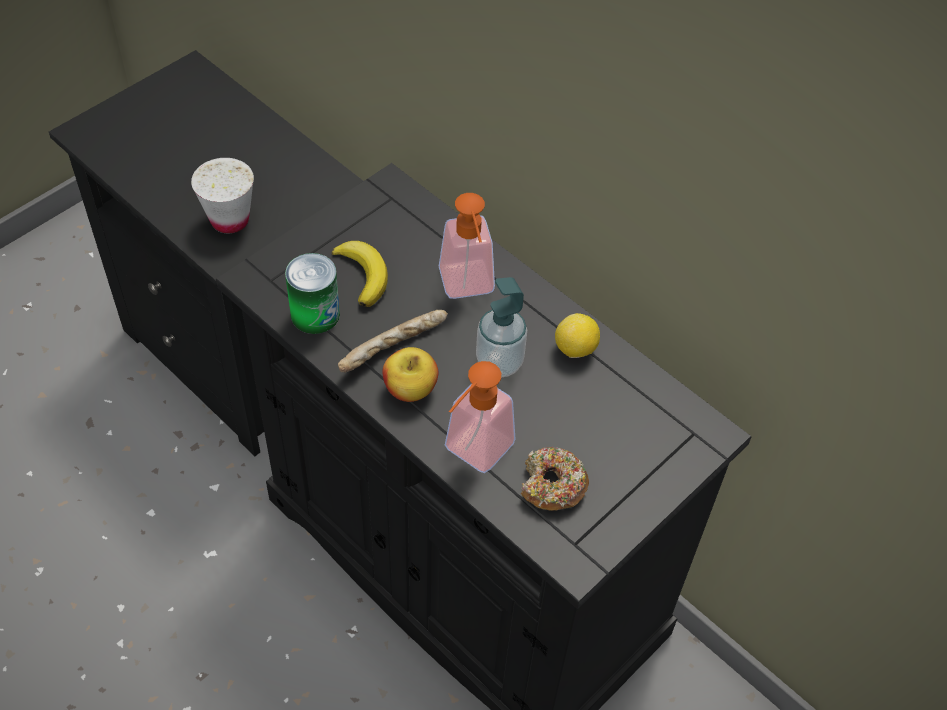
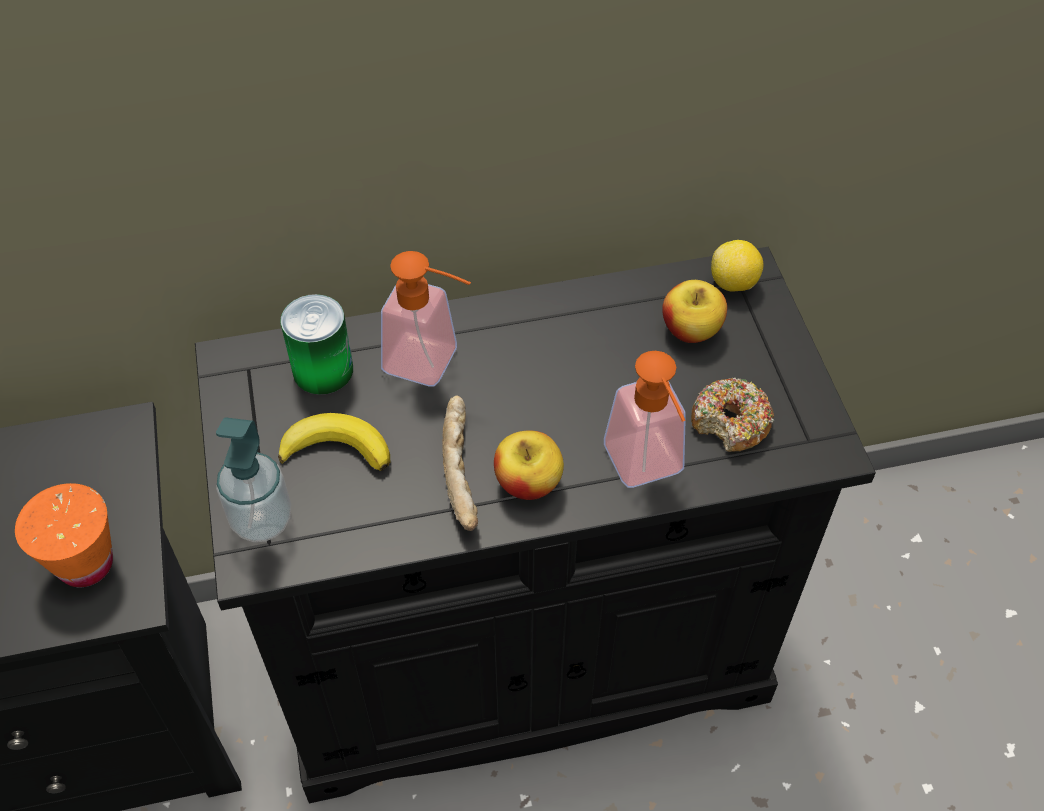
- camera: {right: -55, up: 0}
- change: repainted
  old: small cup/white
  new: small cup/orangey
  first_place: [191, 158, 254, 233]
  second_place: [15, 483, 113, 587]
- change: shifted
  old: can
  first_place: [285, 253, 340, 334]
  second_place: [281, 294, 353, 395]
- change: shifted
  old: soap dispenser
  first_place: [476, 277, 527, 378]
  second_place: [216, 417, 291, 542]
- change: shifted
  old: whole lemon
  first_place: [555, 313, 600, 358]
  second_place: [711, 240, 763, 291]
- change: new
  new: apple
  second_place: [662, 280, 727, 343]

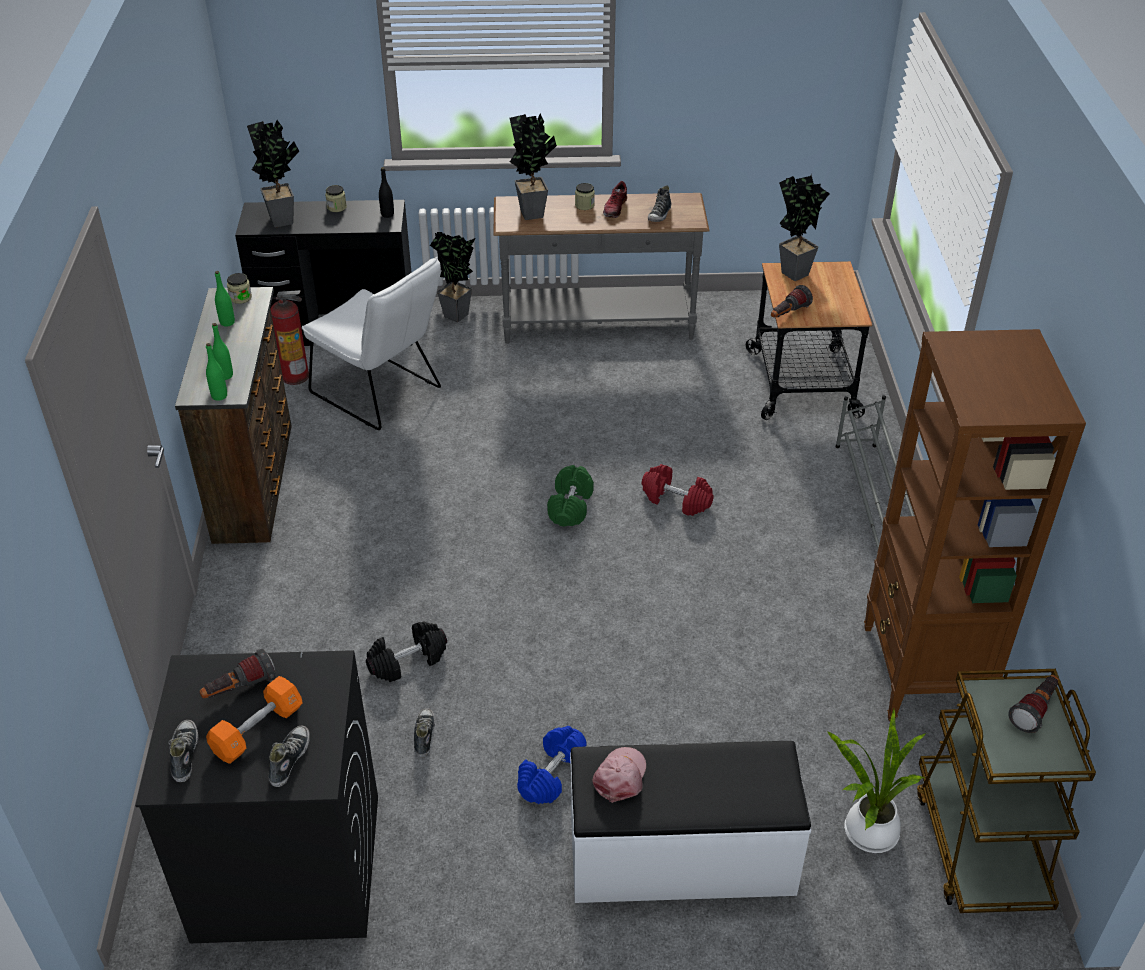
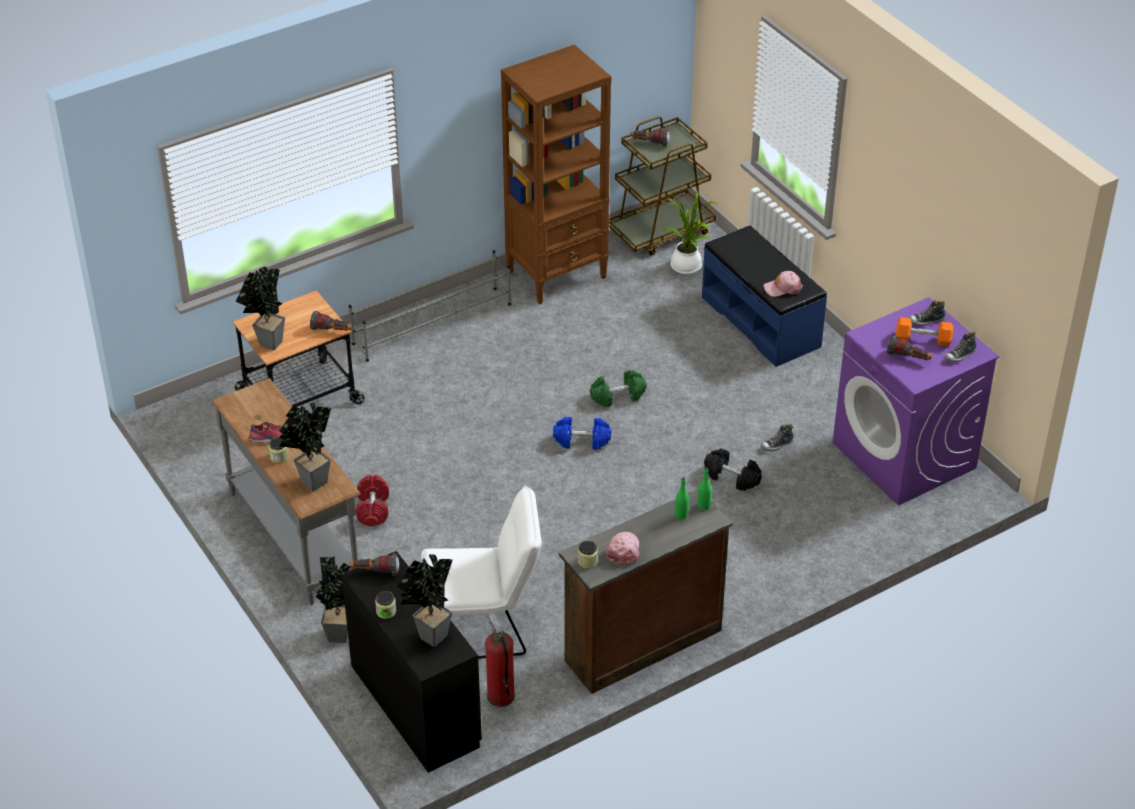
- camera: {right: -120, up: 0}
- change: repainted
  old: laundry appliance/black-coloured
  new: laundry appliance/purple
  first_place: [135, 650, 378, 943]
  second_place: [833, 297, 999, 506]
- change: swapped
  old: beverage bottle/green
  new: peaked cap/pink-coloured
  first_place: [215, 271, 235, 327]
  second_place: [606, 532, 640, 566]
- change: rotated
  old: chair/white
  first_place: [302, 256, 441, 430]
  second_place: [421, 486, 542, 659]
  degrees: 75
- change: swapped
  old: beverage bottle/black-coloured
  new: hand torch
  first_place: [379, 167, 394, 218]
  second_place: [350, 553, 399, 576]
- change: shifted
  old: hand weight/blue
  first_place: [517, 726, 586, 804]
  second_place: [553, 417, 611, 450]
- change: shifted
  old: hand weight/green
  first_place: [547, 465, 594, 526]
  second_place: [590, 370, 647, 407]
- change: repainted
  old: long seat/white
  new: long seat/blue
  first_place: [570, 741, 811, 903]
  second_place: [702, 225, 827, 367]
- change: shifted
  old: hand weight/red-coloured
  first_place: [642, 464, 714, 516]
  second_place: [356, 475, 389, 526]
- change: gone
  old: low shoe
  first_place: [648, 185, 672, 222]

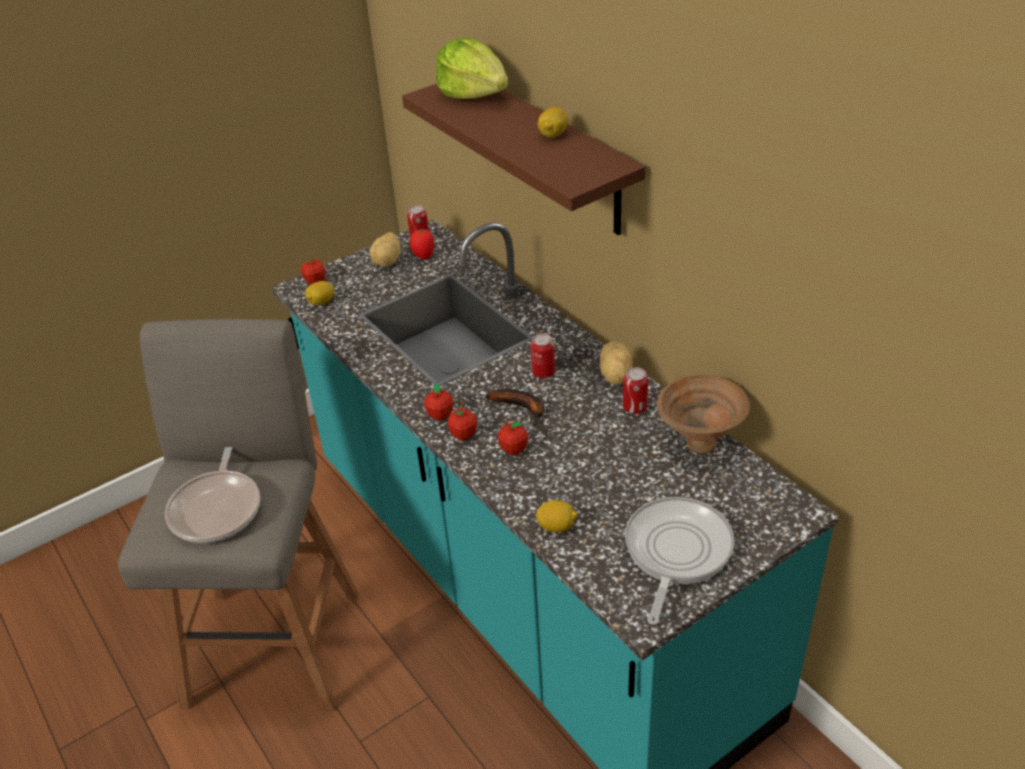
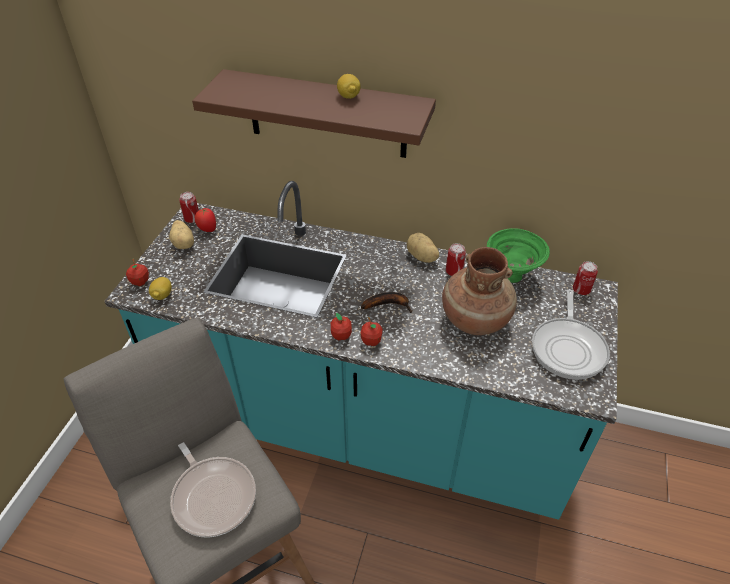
- camera: {right: -40, up: 5}
- change: gone
  old: lettuce
  first_place: [436, 37, 508, 99]
- change: gone
  old: apple
  first_place: [498, 420, 528, 455]
- change: shifted
  old: can
  first_place: [531, 333, 555, 378]
  second_place: [573, 261, 598, 295]
- change: gone
  old: whole lemon
  first_place: [536, 500, 578, 533]
- change: rotated
  old: pan
  first_place: [625, 497, 734, 625]
  second_place: [532, 290, 610, 380]
  degrees: -150
- change: repainted
  old: serving bowl/brown-coloured
  new: serving bowl/green
  first_place: [657, 374, 750, 454]
  second_place: [487, 228, 550, 283]
- change: new
  new: decorative vase/brown-coloured
  second_place: [442, 247, 517, 335]

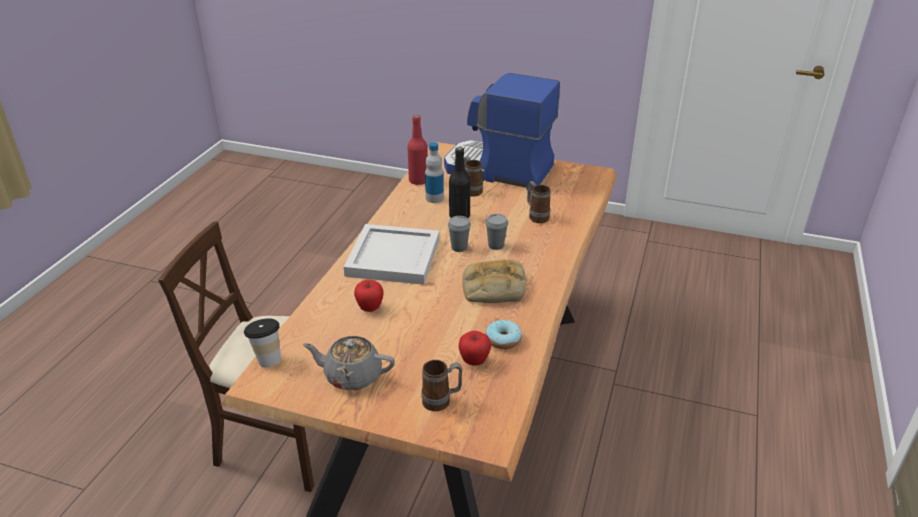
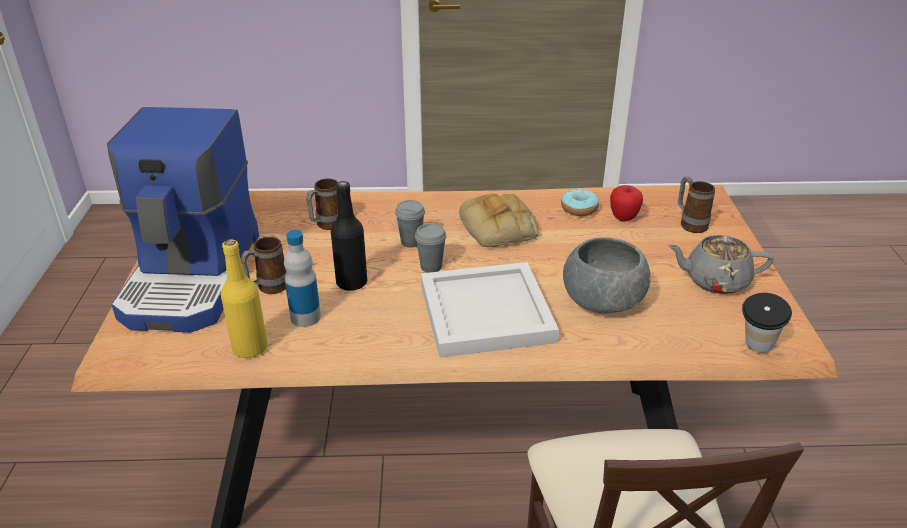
- camera: {right: -110, up: 0}
- change: rotated
  old: teapot/grey
  first_place: [303, 336, 395, 390]
  second_place: [667, 235, 774, 294]
  degrees: 105
- change: swapped
  old: apple
  new: serving bowl/grey
  first_place: [354, 280, 383, 312]
  second_place: [563, 237, 651, 313]
- change: repainted
  old: beverage bottle/red-coloured
  new: beverage bottle/yellow
  first_place: [407, 115, 428, 185]
  second_place: [221, 240, 268, 358]

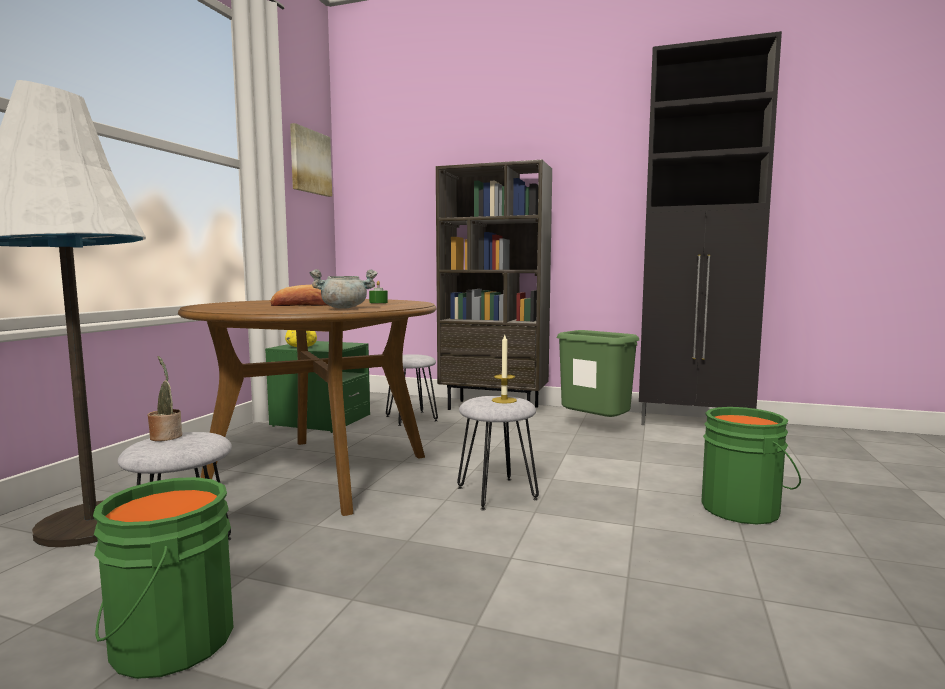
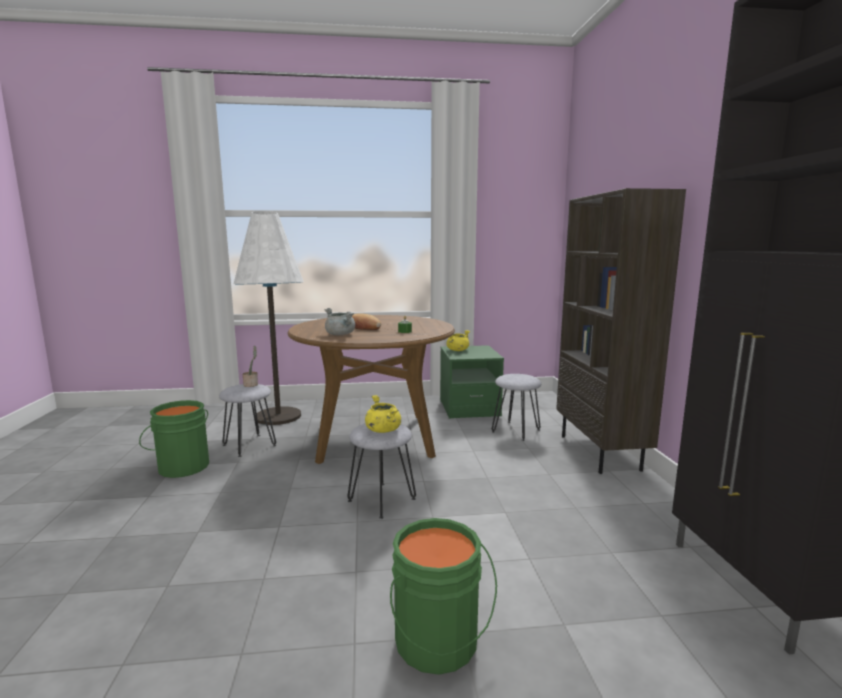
- camera: {right: 65, up: 5}
- change: gone
  old: wall art
  first_place: [290, 123, 332, 197]
- change: swapped
  old: wax light
  new: saucepot/yellow
  first_place: [492, 335, 517, 403]
  second_place: [365, 395, 401, 433]
- change: gone
  old: rubbish bin/green
  first_place: [557, 330, 639, 417]

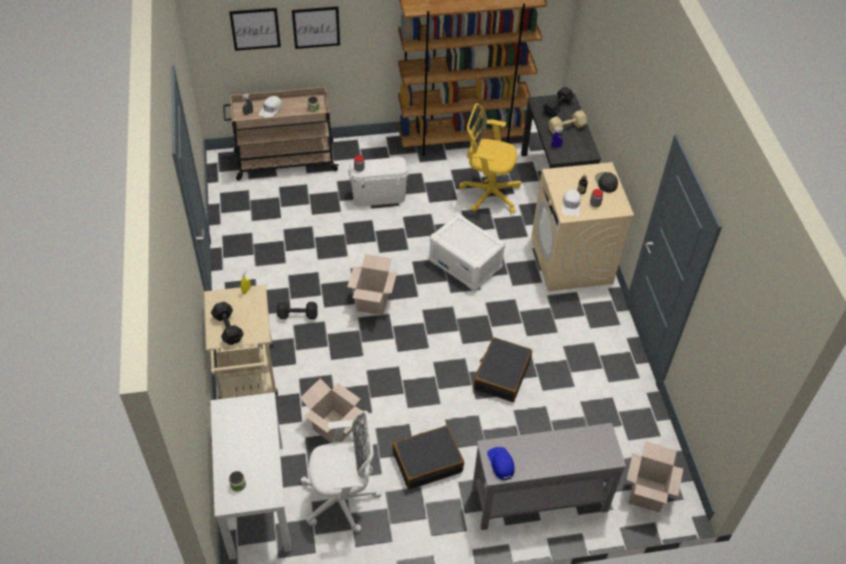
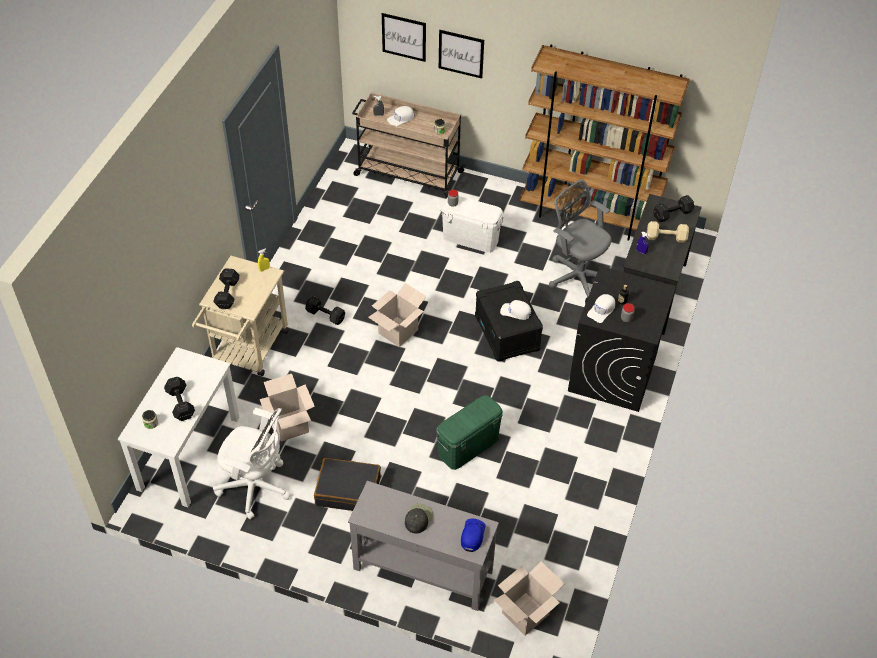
- camera: {right: 30, up: 0}
- change: repainted
  old: storage bin/white
  new: storage bin/black-coloured
  first_place: [429, 213, 505, 291]
  second_place: [475, 281, 543, 362]
- change: repainted
  old: office chair/yellow
  new: office chair/grey
  first_place: [459, 103, 521, 214]
  second_place: [549, 179, 611, 304]
- change: swapped
  old: travel case/black-coloured
  new: storage bin/green
  first_place: [474, 337, 532, 402]
  second_place: [436, 395, 503, 470]
- change: shifted
  old: peaked cap/blue
  first_place: [487, 447, 515, 480]
  second_place: [461, 519, 485, 552]
- change: repainted
  old: laundry appliance/beige
  new: laundry appliance/black-coloured
  first_place: [531, 162, 634, 291]
  second_place: [568, 266, 676, 412]
- change: shifted
  old: peaked cap/black-coloured
  first_place: [595, 172, 618, 193]
  second_place: [405, 503, 433, 534]
- change: new
  new: hand weight/black-coloured
  second_place: [164, 377, 195, 421]
- change: new
  new: peaked cap/white
  second_place: [500, 300, 531, 320]

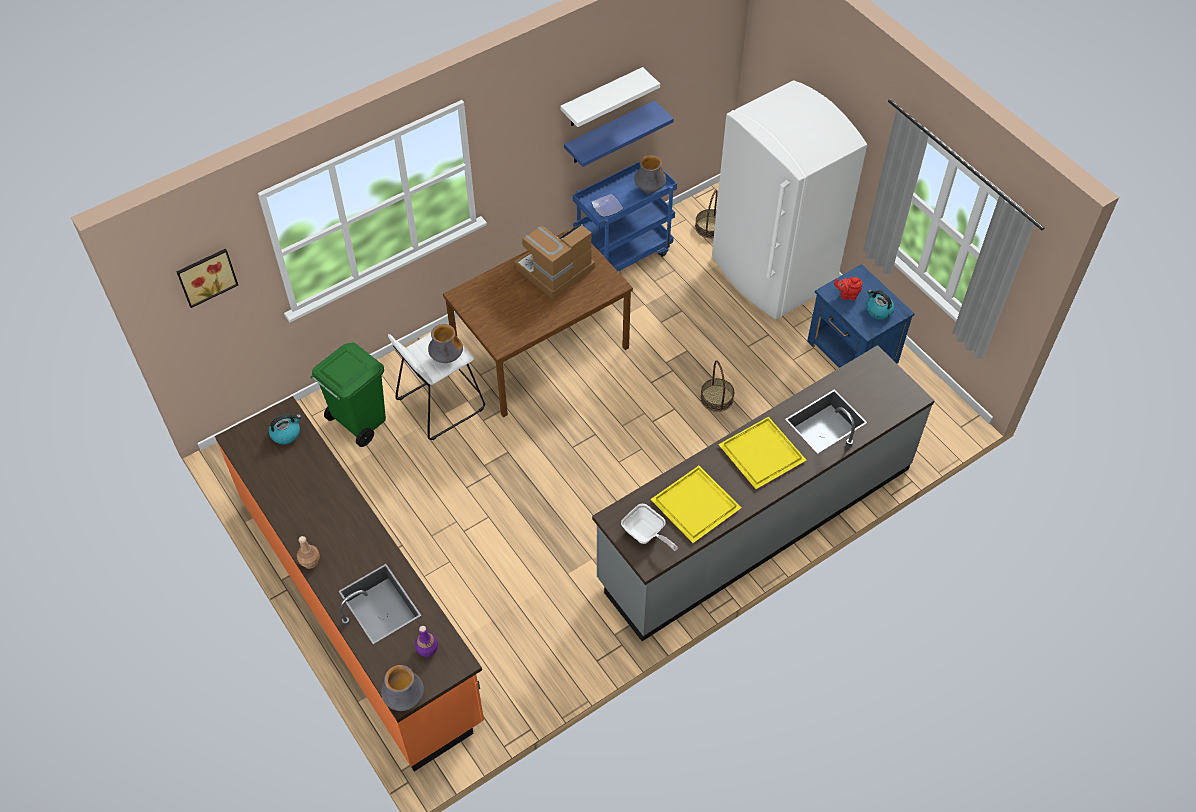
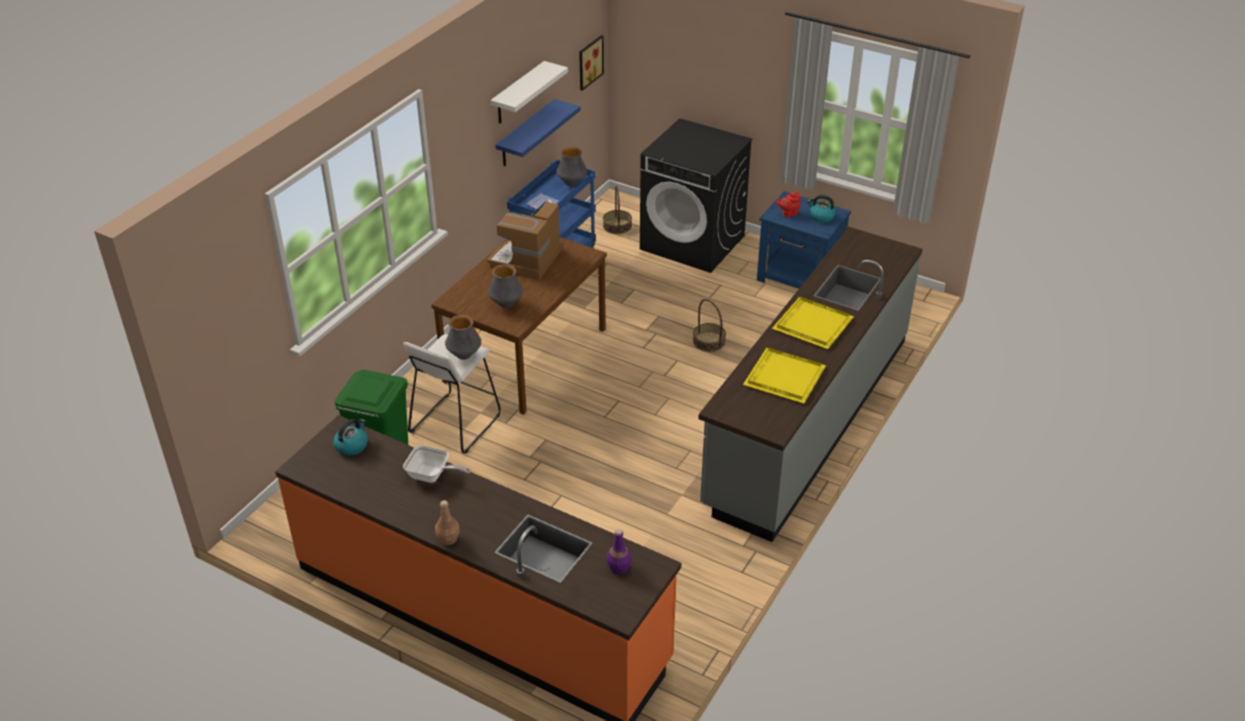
- camera: {right: -25, up: -15}
- change: shifted
  old: wall art
  first_place: [176, 249, 238, 308]
  second_place: [579, 35, 604, 91]
- change: shifted
  old: decorative vase
  first_place: [381, 665, 424, 711]
  second_place: [488, 264, 523, 308]
- change: shifted
  old: pan
  first_place: [621, 504, 678, 551]
  second_place: [403, 445, 471, 483]
- change: swapped
  old: fridge/white
  new: laundry appliance/black-coloured
  first_place: [712, 81, 867, 320]
  second_place: [640, 118, 753, 273]

